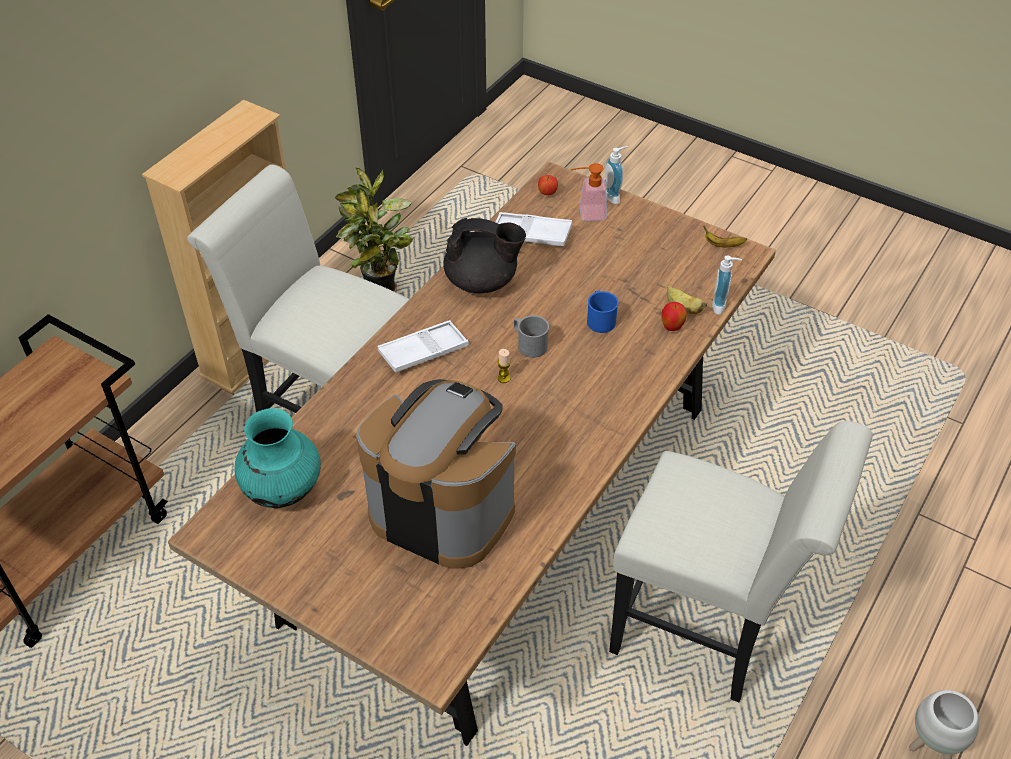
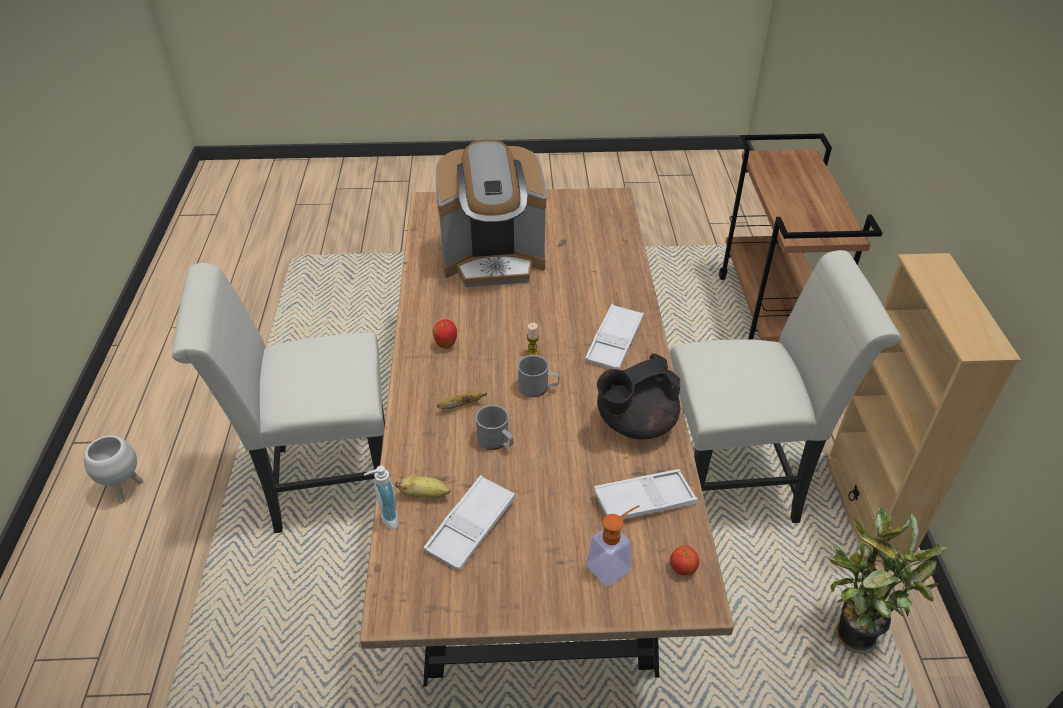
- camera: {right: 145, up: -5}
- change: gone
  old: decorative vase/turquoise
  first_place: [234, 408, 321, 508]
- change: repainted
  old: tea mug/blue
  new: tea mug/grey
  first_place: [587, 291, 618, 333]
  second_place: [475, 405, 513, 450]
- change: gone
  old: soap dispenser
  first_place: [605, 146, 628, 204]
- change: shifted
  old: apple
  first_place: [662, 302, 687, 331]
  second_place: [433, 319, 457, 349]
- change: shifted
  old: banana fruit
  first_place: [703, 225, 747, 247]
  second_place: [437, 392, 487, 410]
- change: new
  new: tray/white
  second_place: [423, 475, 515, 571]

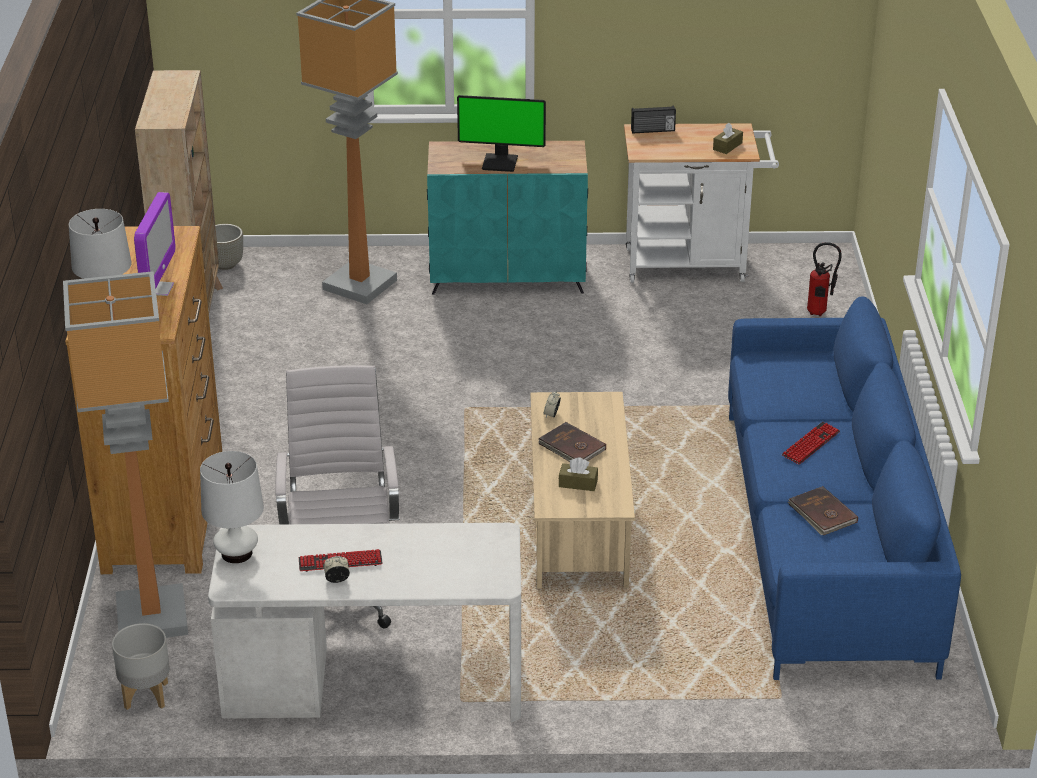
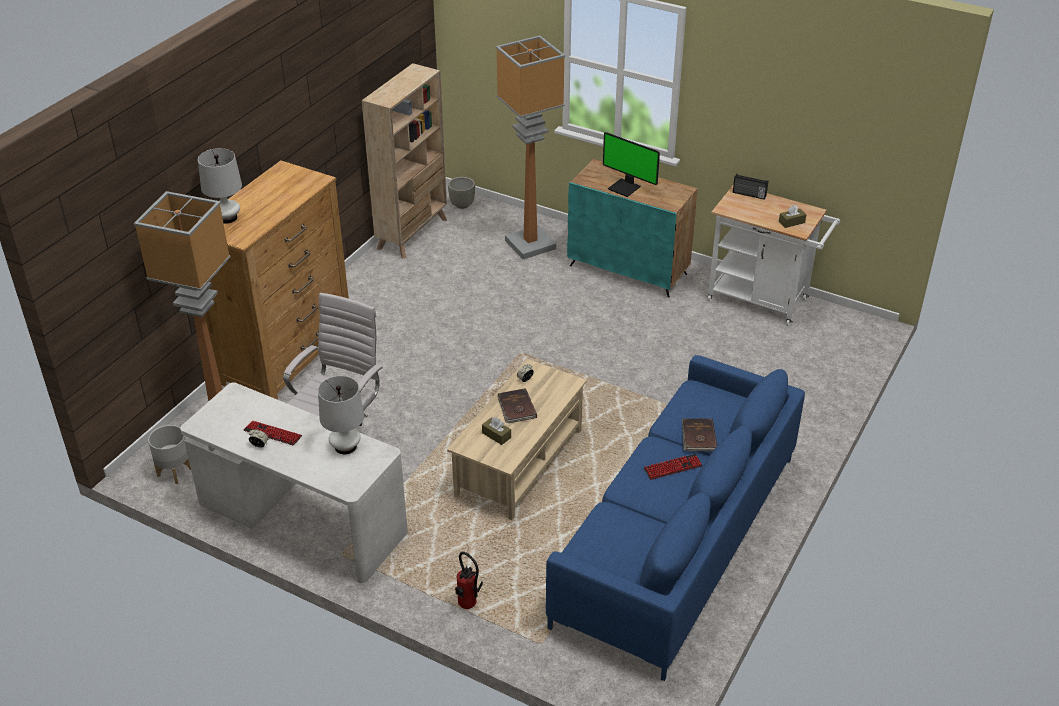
- camera: {right: 30, up: 5}
- change: gone
  old: computer display
  first_place: [134, 192, 175, 296]
- change: shifted
  old: tabletop lamp/white
  first_place: [200, 451, 264, 563]
  second_place: [318, 376, 364, 454]
- change: shifted
  old: book/brown-coloured
  first_place: [788, 486, 858, 535]
  second_place: [682, 418, 717, 451]
- change: shifted
  old: extinguisher
  first_place: [807, 242, 842, 316]
  second_place: [455, 552, 483, 609]

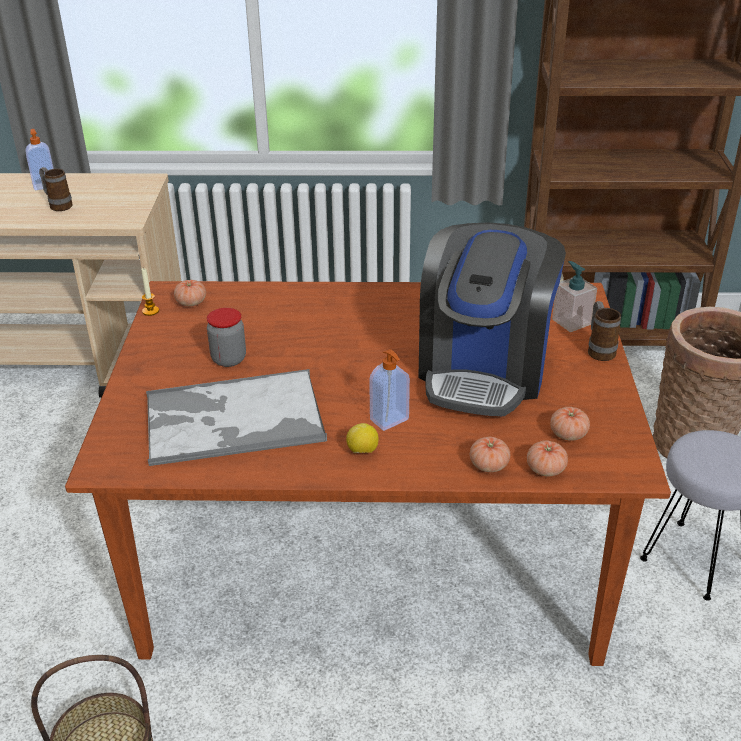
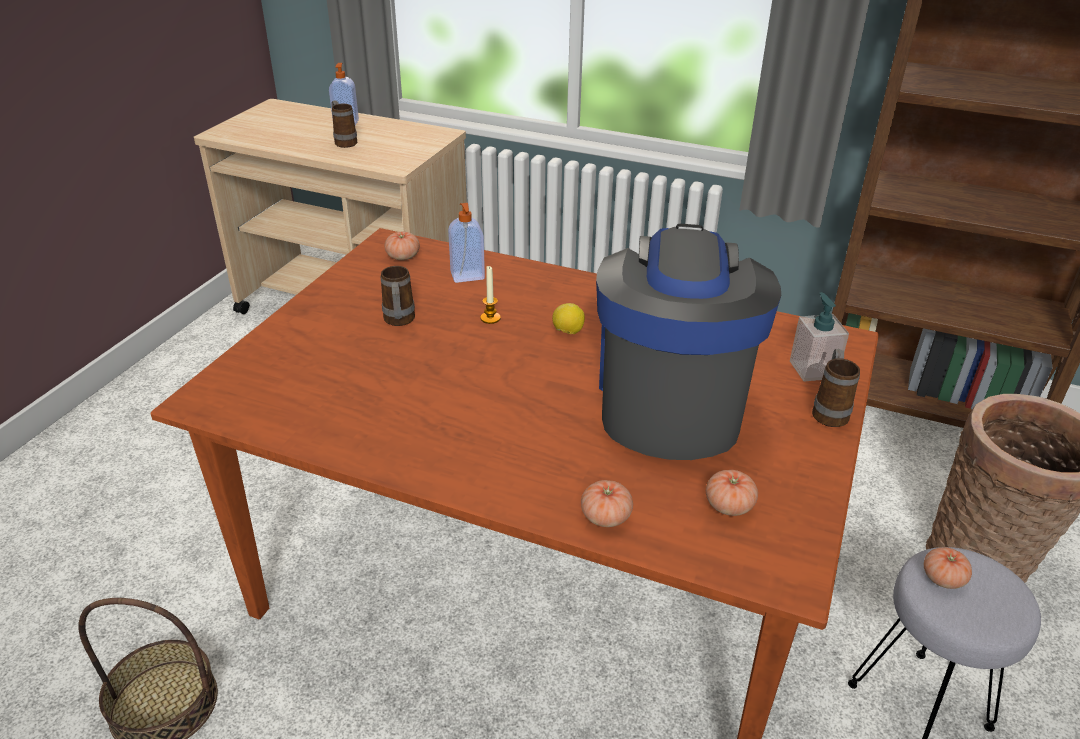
- camera: {right: 20, up: 0}
- change: shifted
  old: wax light
  first_place: [141, 267, 159, 316]
  second_place: [480, 266, 501, 324]
- change: gone
  old: tray
  first_place: [146, 369, 327, 466]
- change: swapped
  old: jar
  new: tea mug
  first_place: [207, 308, 246, 367]
  second_place: [381, 266, 415, 326]
- change: shifted
  old: whole lemon
  first_place: [346, 423, 378, 453]
  second_place: [552, 303, 585, 334]
- change: shifted
  old: soap dispenser
  first_place: [369, 349, 410, 431]
  second_place: [448, 203, 485, 283]
- change: rotated
  old: coffee machine
  first_place: [418, 223, 566, 416]
  second_place: [596, 224, 781, 460]
  degrees: 150
- change: shifted
  old: fresh tomato
  first_place: [527, 441, 568, 476]
  second_place: [924, 547, 972, 589]

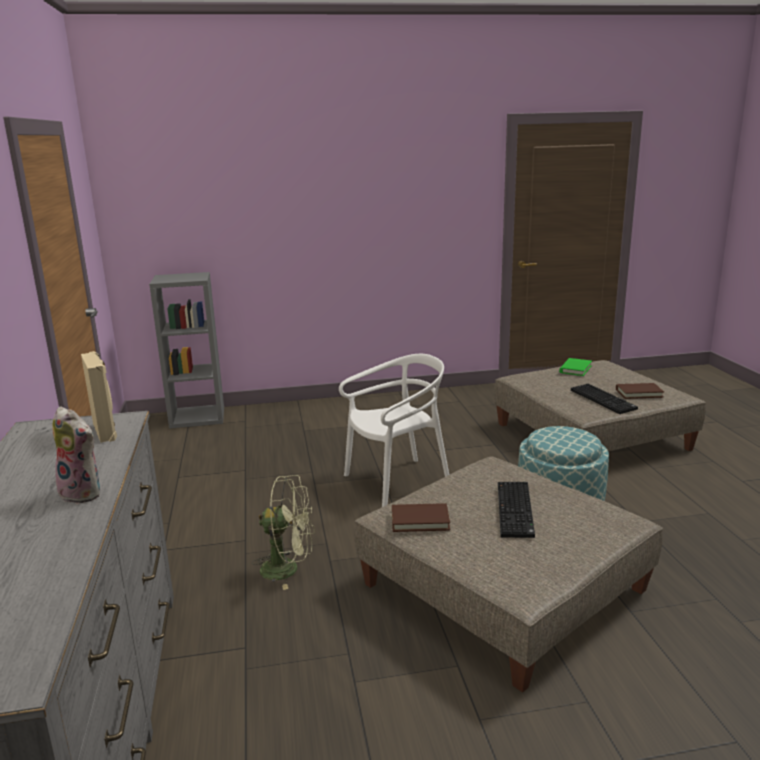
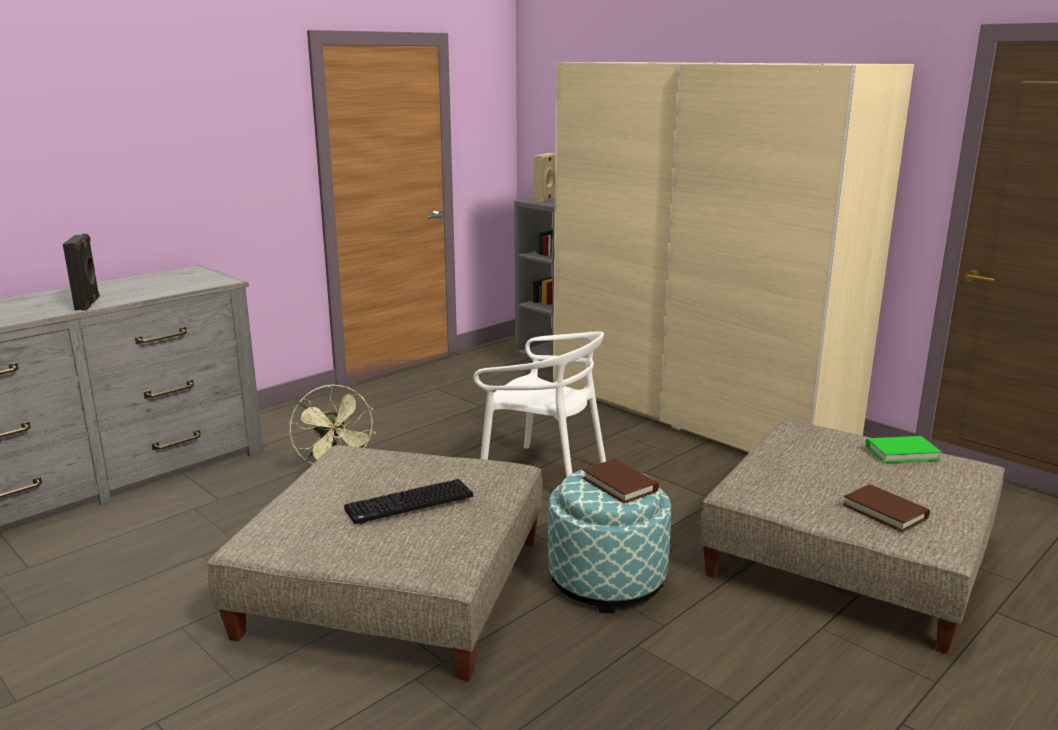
- camera: {right: 55, up: 0}
- change: swapped
  old: soft toy
  new: audio speaker/black-coloured
  first_place: [52, 407, 100, 504]
  second_place: [63, 234, 100, 311]
- change: shifted
  old: audio speaker/beige
  first_place: [81, 351, 117, 443]
  second_place: [534, 153, 555, 203]
- change: shifted
  old: book/brown-coloured
  first_place: [392, 503, 450, 532]
  second_place: [582, 459, 659, 504]
- change: gone
  old: computer keyboard
  first_place: [571, 384, 638, 414]
- change: new
  new: armoire/beige
  second_place: [553, 62, 914, 453]

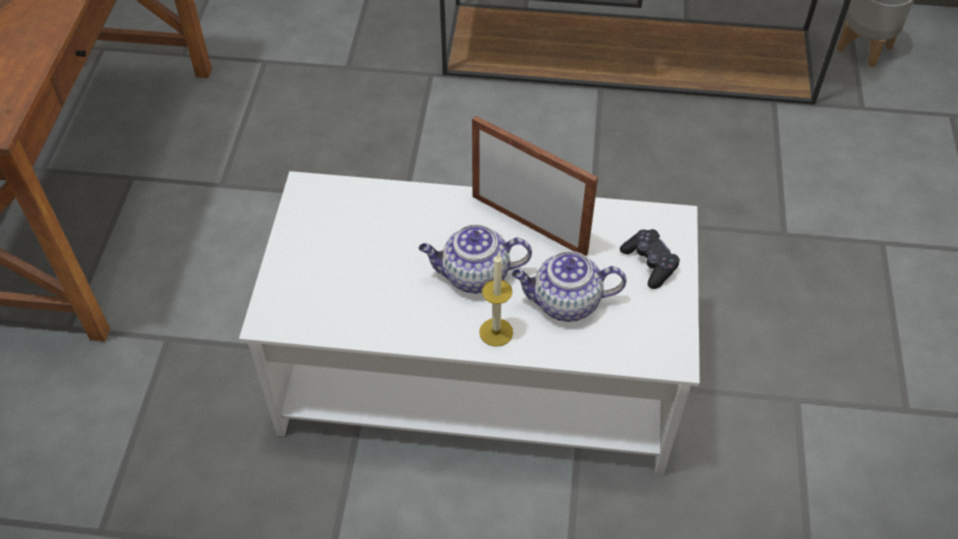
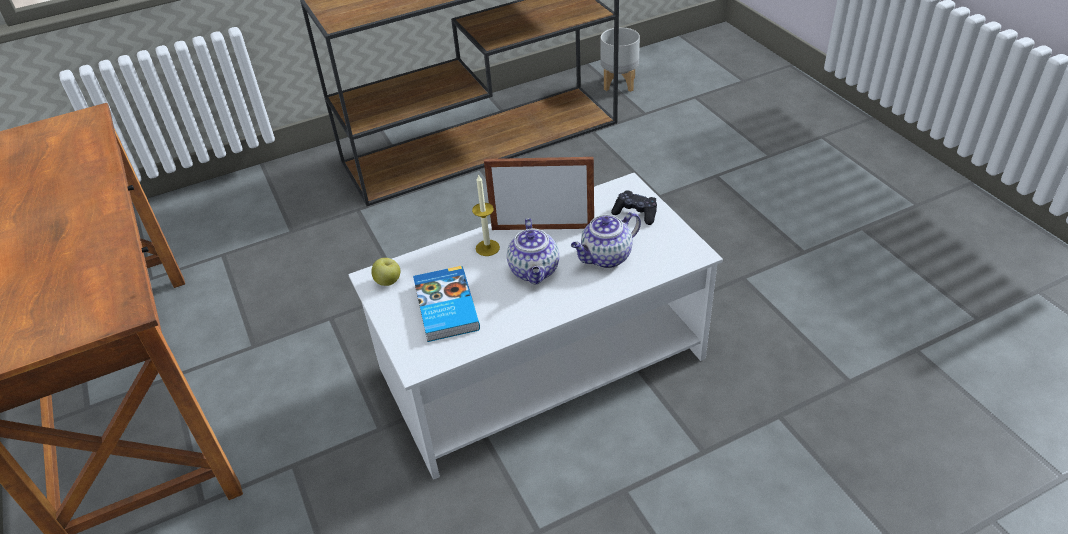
- camera: {right: -30, up: -10}
- change: rotated
  old: teapot
  first_place: [419, 224, 532, 293]
  second_place: [507, 218, 559, 284]
  degrees: -60
- change: shifted
  old: wax light
  first_place: [479, 254, 513, 347]
  second_place: [472, 174, 500, 256]
- change: new
  new: apple
  second_place: [371, 258, 400, 286]
- change: new
  new: book
  second_place: [413, 266, 480, 342]

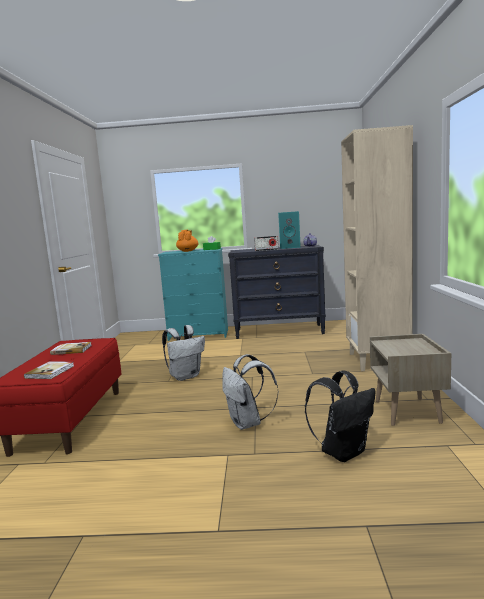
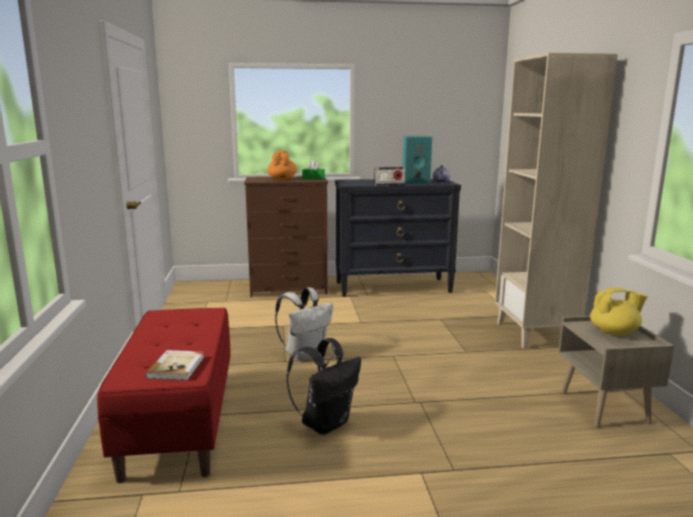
- camera: {right: -10, up: 5}
- change: gone
  old: book
  first_place: [50, 342, 92, 355]
- change: repainted
  old: drawer chest/turquoise
  new: drawer chest/brown-coloured
  first_place: [158, 248, 228, 341]
  second_place: [244, 176, 328, 297]
- change: gone
  old: knapsack/white
  first_place: [222, 354, 279, 430]
- change: shifted
  old: knapsack/black-coloured
  first_place: [305, 371, 375, 462]
  second_place: [286, 338, 361, 435]
- change: new
  new: teapot/yellow
  second_place: [590, 287, 648, 335]

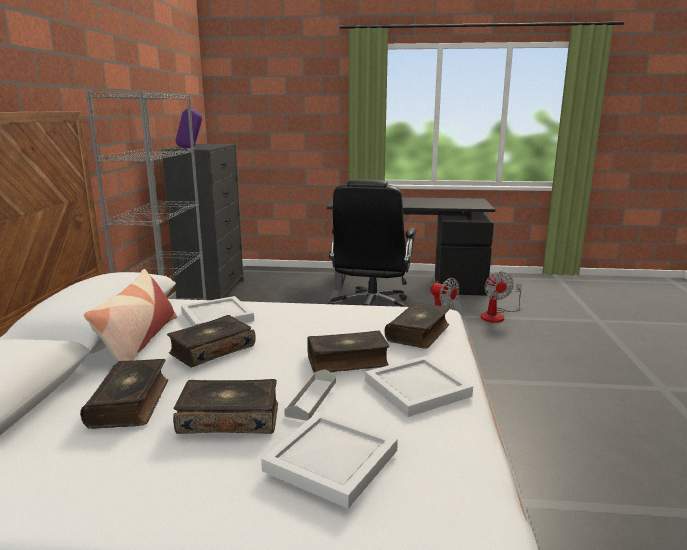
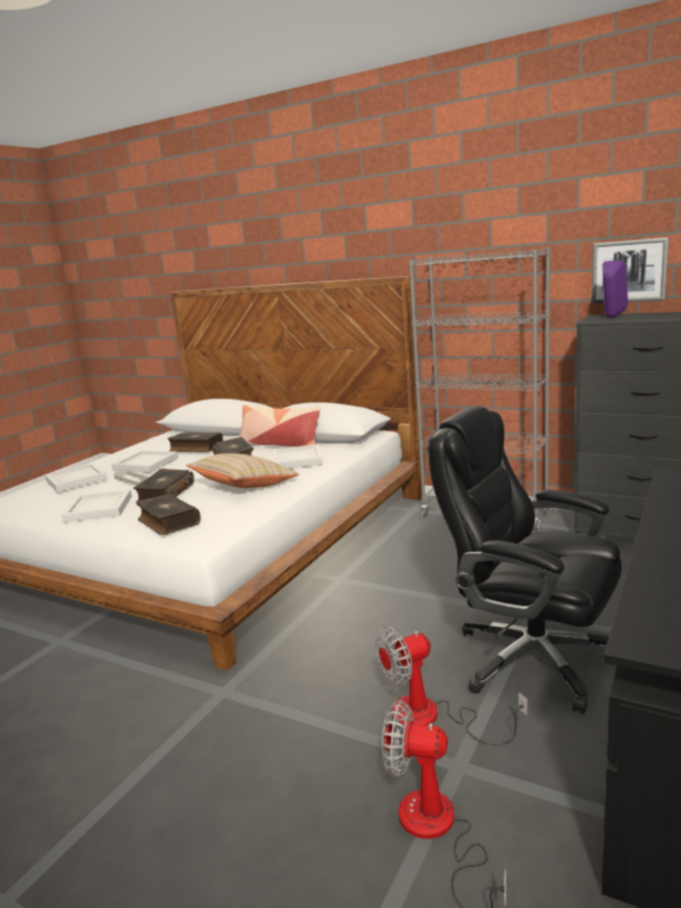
- camera: {right: 115, up: 0}
- change: swapped
  old: book
  new: tray/white
  first_place: [173, 379, 278, 434]
  second_place: [111, 450, 178, 473]
- change: new
  new: throw pillow/beige
  second_place: [186, 453, 300, 488]
- change: new
  new: wall art
  second_place: [592, 237, 669, 303]

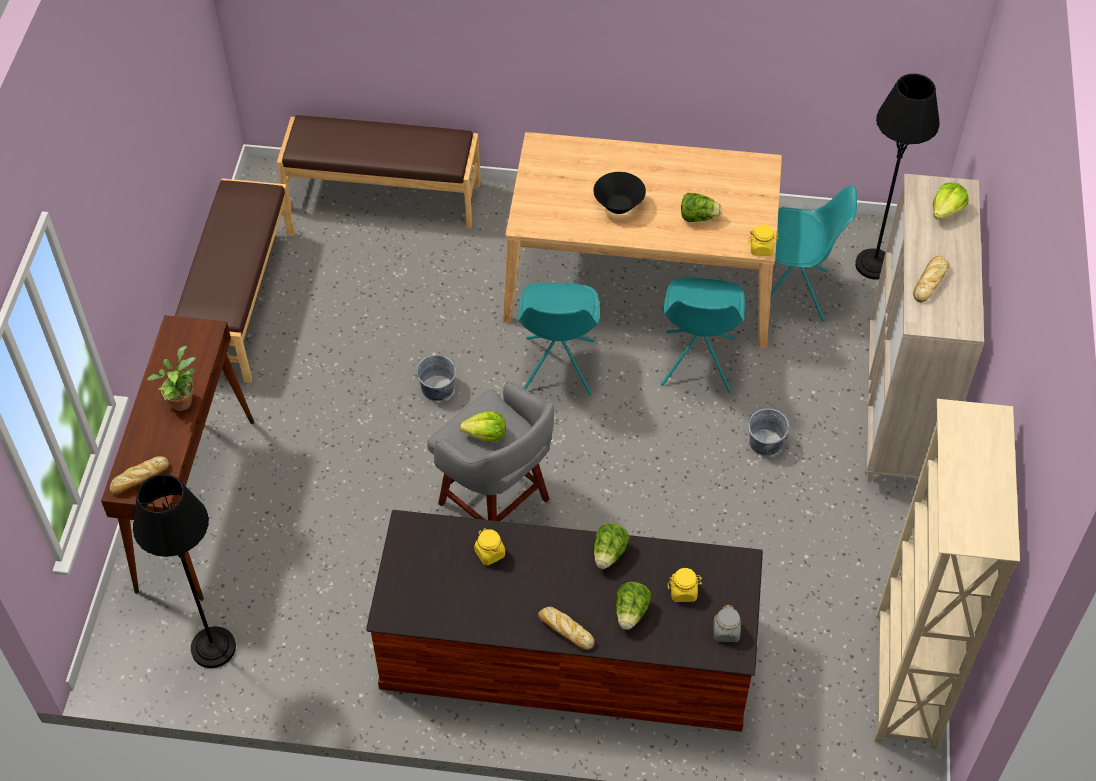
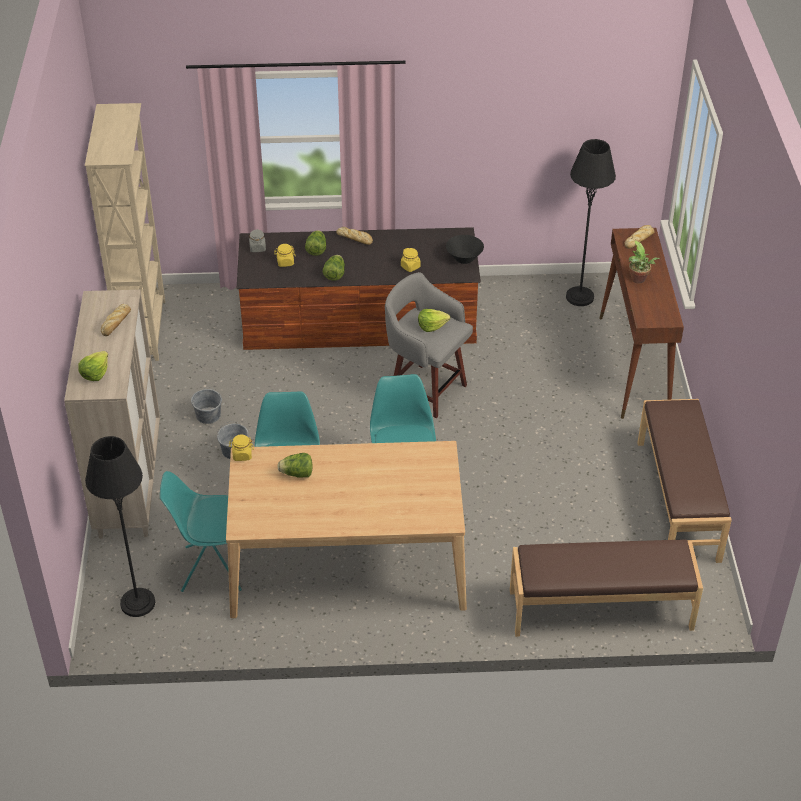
- camera: {right: 170, up: -10}
- change: shifted
  old: bucket/grey
  first_place: [416, 355, 456, 401]
  second_place: [191, 388, 222, 424]
- change: shifted
  old: serving bowl/black-coloured
  first_place: [593, 172, 646, 214]
  second_place: [446, 235, 484, 264]

